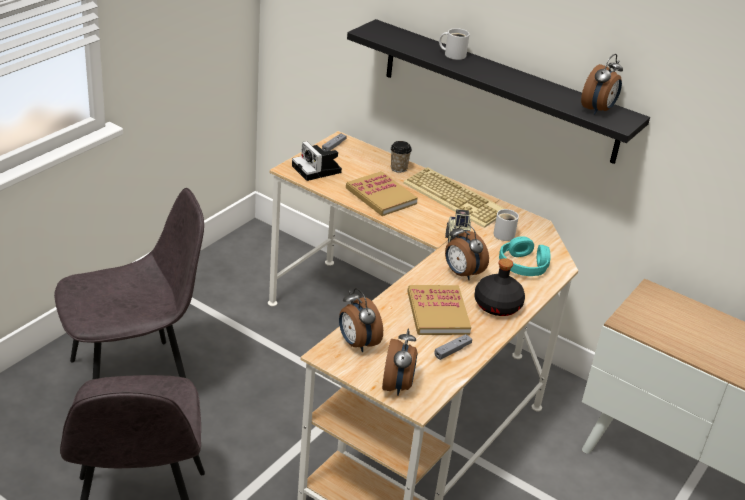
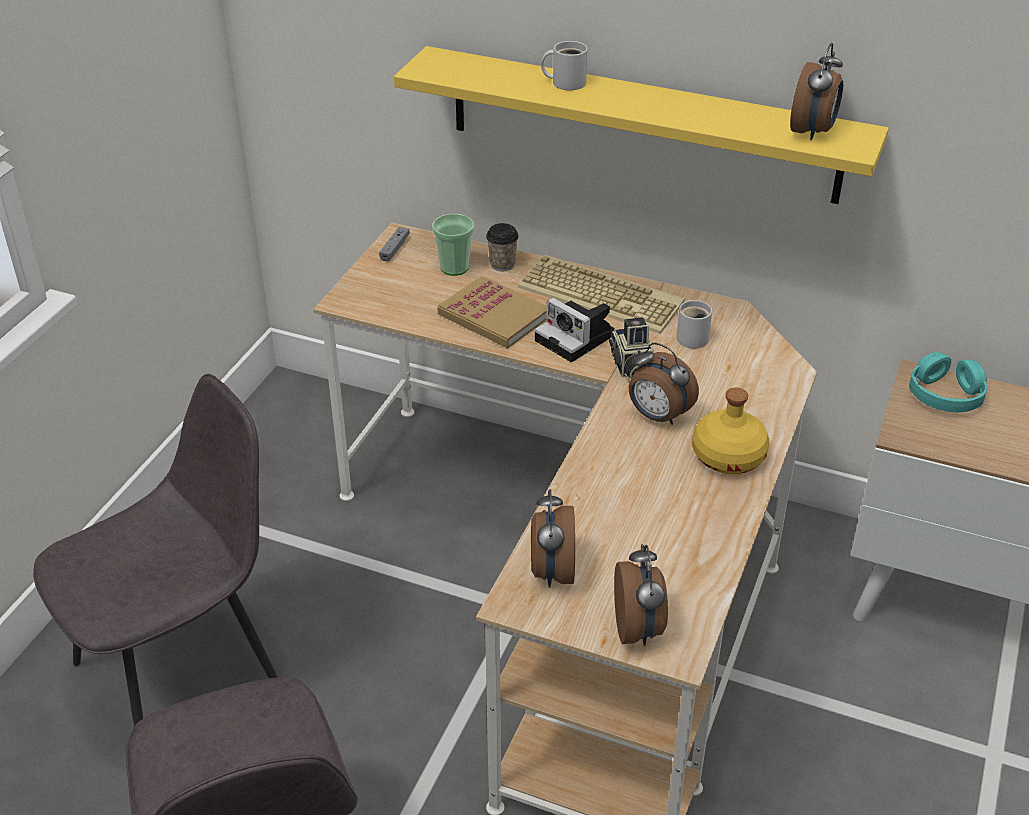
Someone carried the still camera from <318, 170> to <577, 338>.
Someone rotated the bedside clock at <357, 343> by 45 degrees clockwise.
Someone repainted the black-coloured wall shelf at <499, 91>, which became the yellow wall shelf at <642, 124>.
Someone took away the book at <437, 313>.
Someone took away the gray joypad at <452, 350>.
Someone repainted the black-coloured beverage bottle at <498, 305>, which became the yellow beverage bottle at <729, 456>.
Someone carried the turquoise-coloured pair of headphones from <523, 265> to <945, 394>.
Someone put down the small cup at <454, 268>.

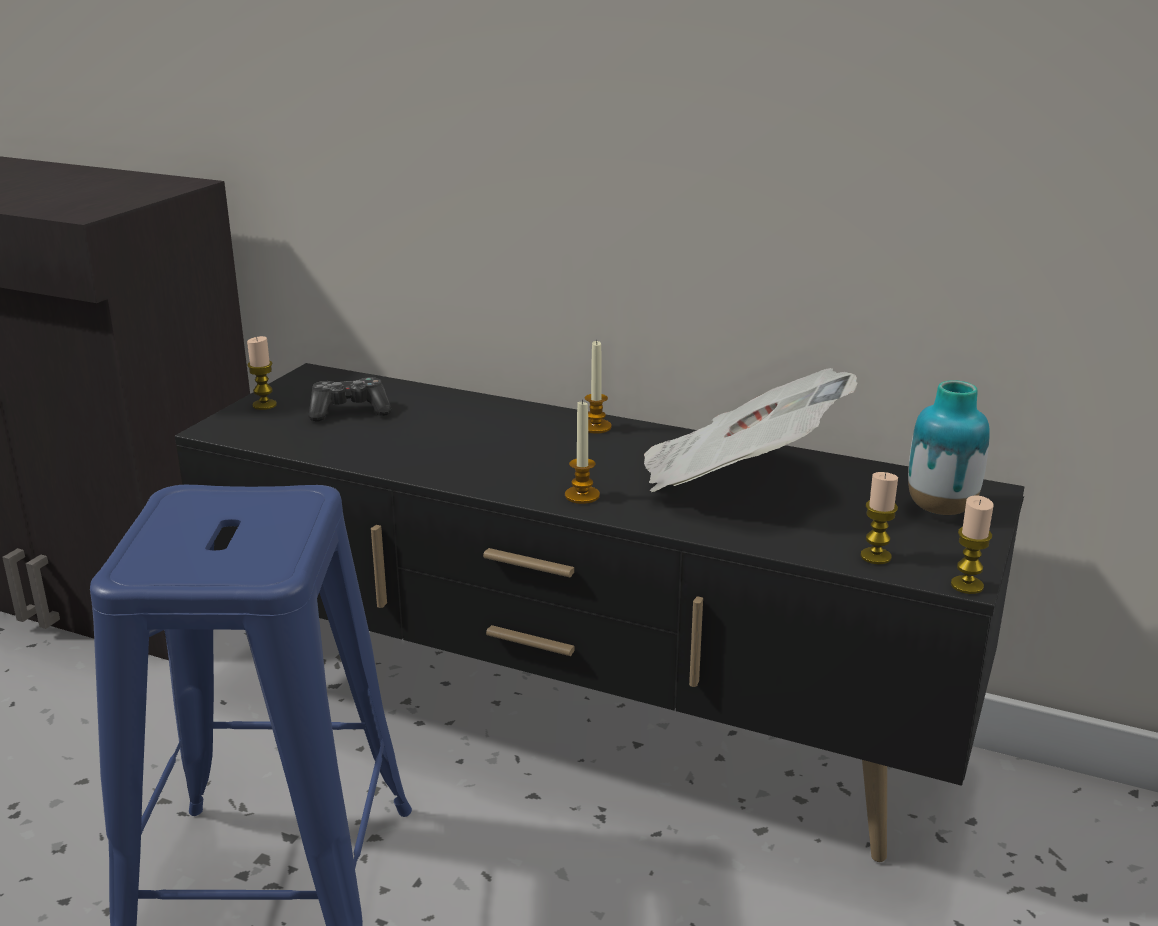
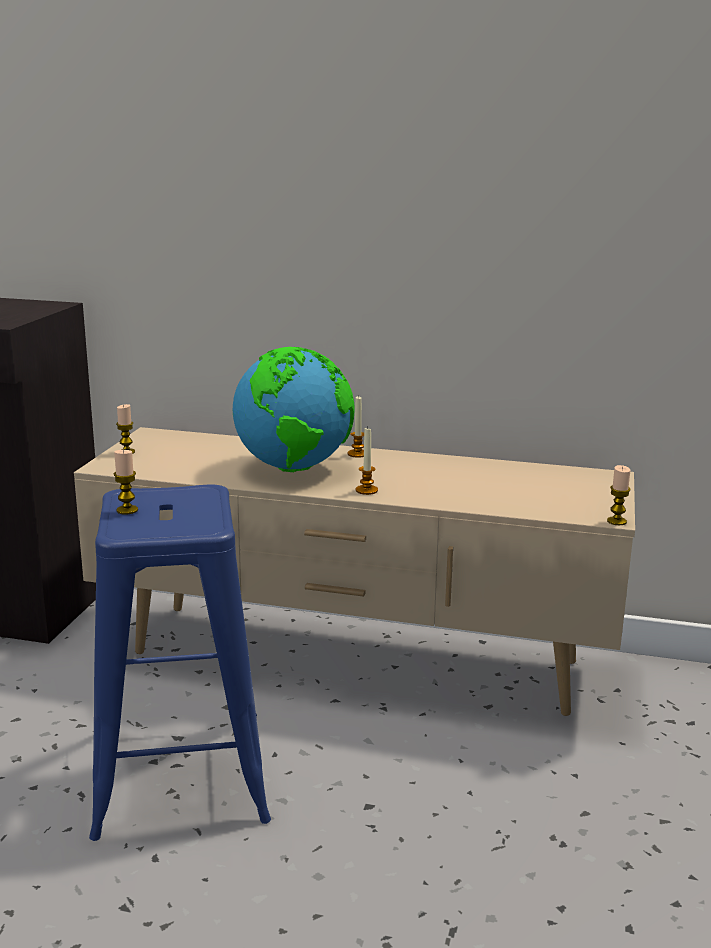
Someone repainted the black-coloured media console at <582, 727>, which became the beige media console at <355, 660>.
Someone took away the joypad at <349, 411>.
Someone took away the printed paper at <736, 480>.
Someone carried the wax light from <875, 556> to <127, 510>.
Someone took away the vase at <940, 509>.
Someone put down the globe at <294, 468>.

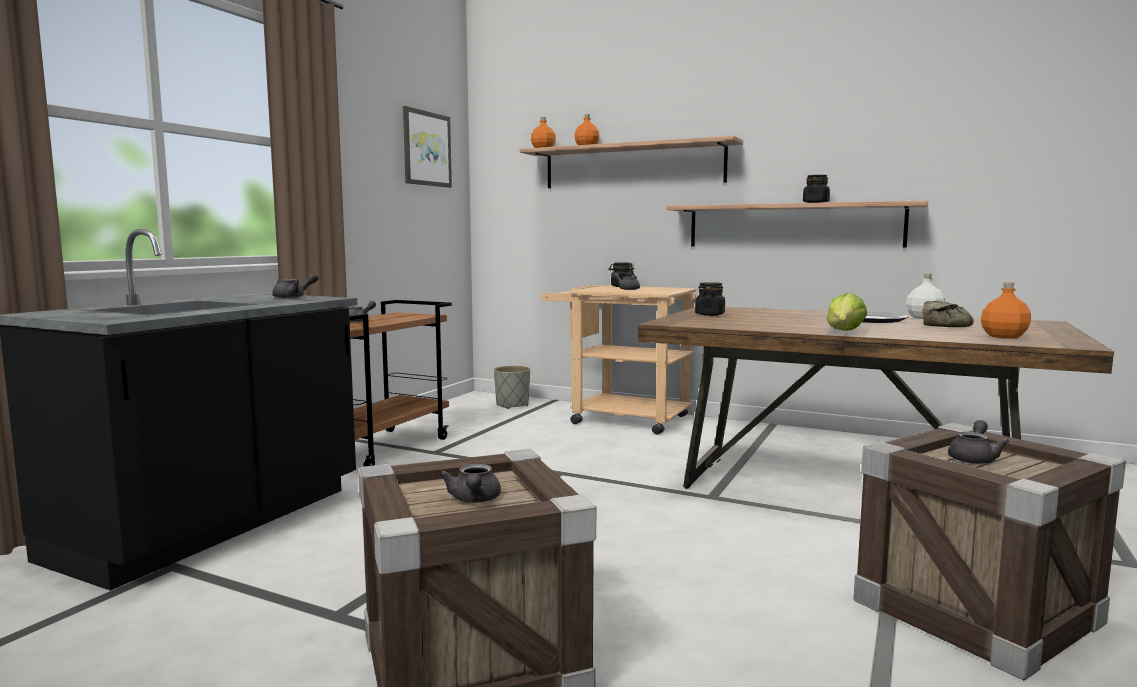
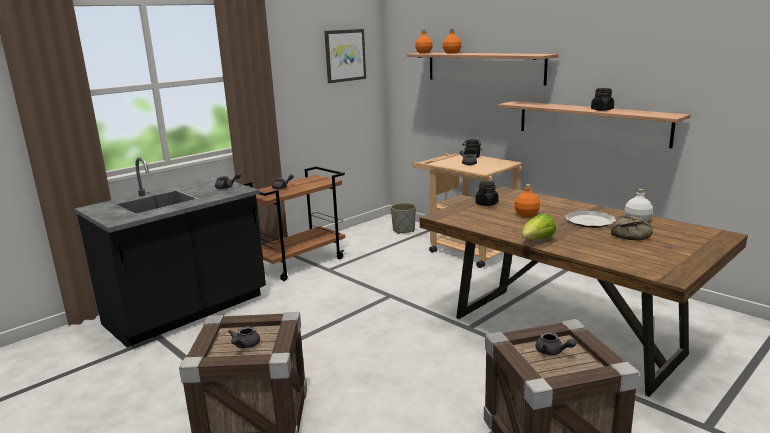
Someone rotated the gray pot for tea at <974, 458> by 75 degrees clockwise.
Someone carried the orange beverage bottle from <1003, 336> to <526, 214>.

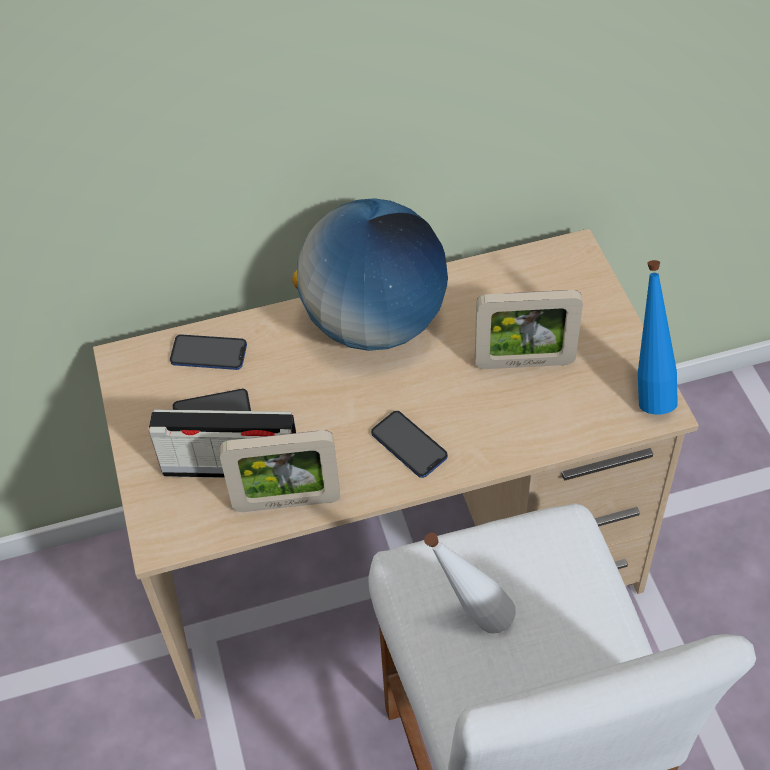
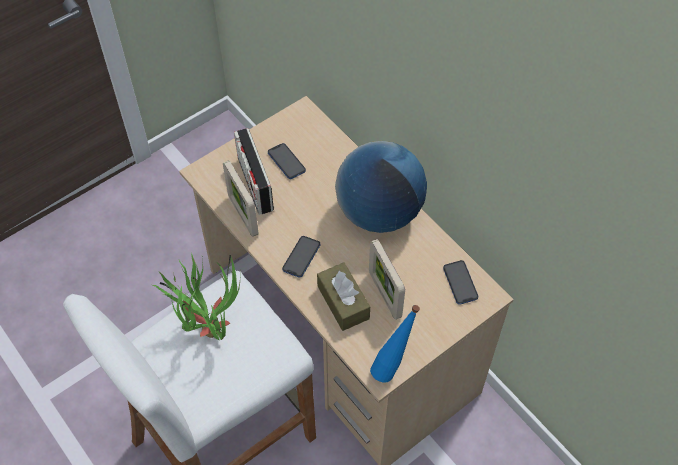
Someone carried the handset from <209, 354> to <460, 283>.
Someone swapped the white beverage bottle at <470, 620> for the plant in a pot at <207, 323>.
Someone put down the brown-coloured tissue box at <343, 302>.

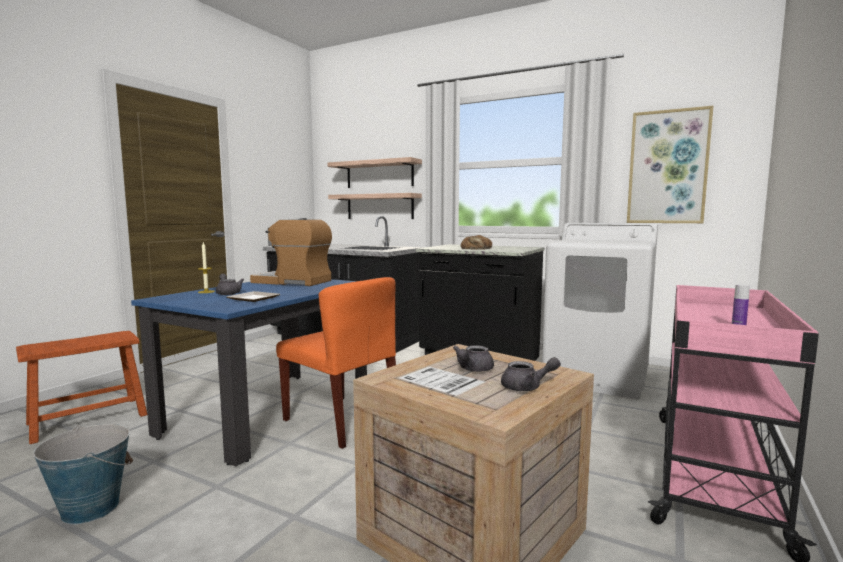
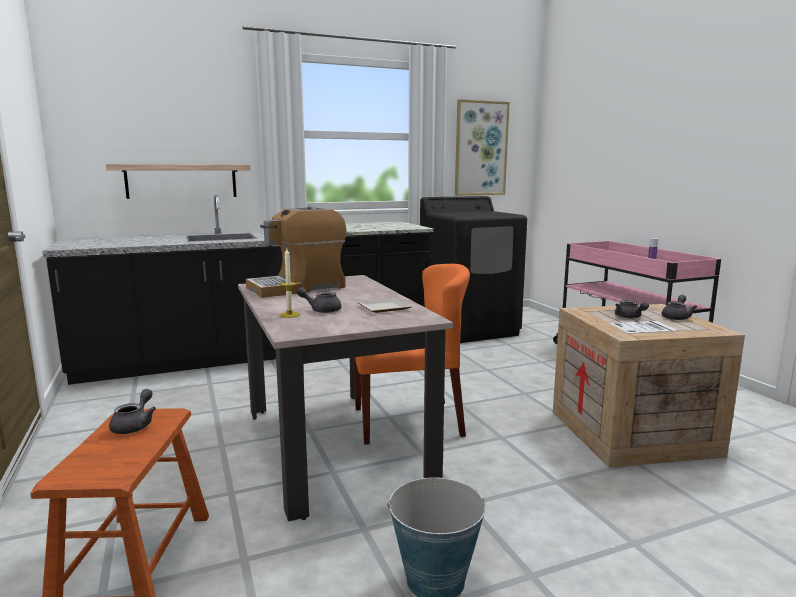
Someone repainted the blue kitchen table at <270, 412>, which became the beige kitchen table at <334, 446>.
Someone took away the wall shelf at <379, 174>.
Someone took away the bakery bread at <476, 248>.
Someone repainted the white laundry appliance at <597, 377>, which became the black-coloured laundry appliance at <469, 329>.
Someone put down the gray pot for tea at <135, 425>.

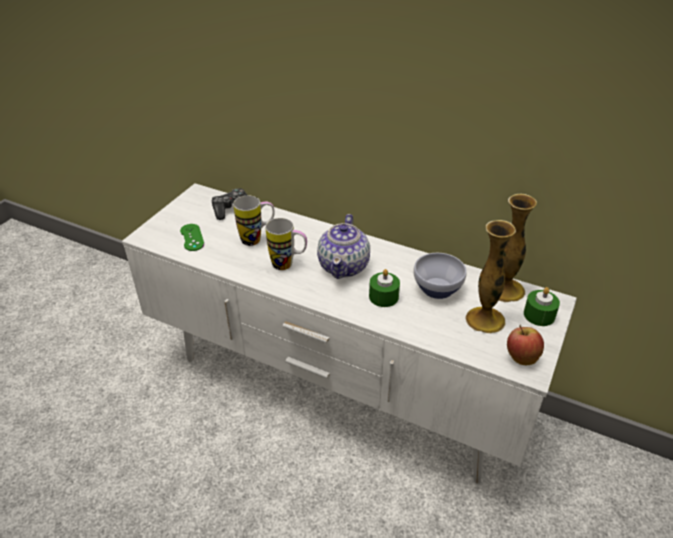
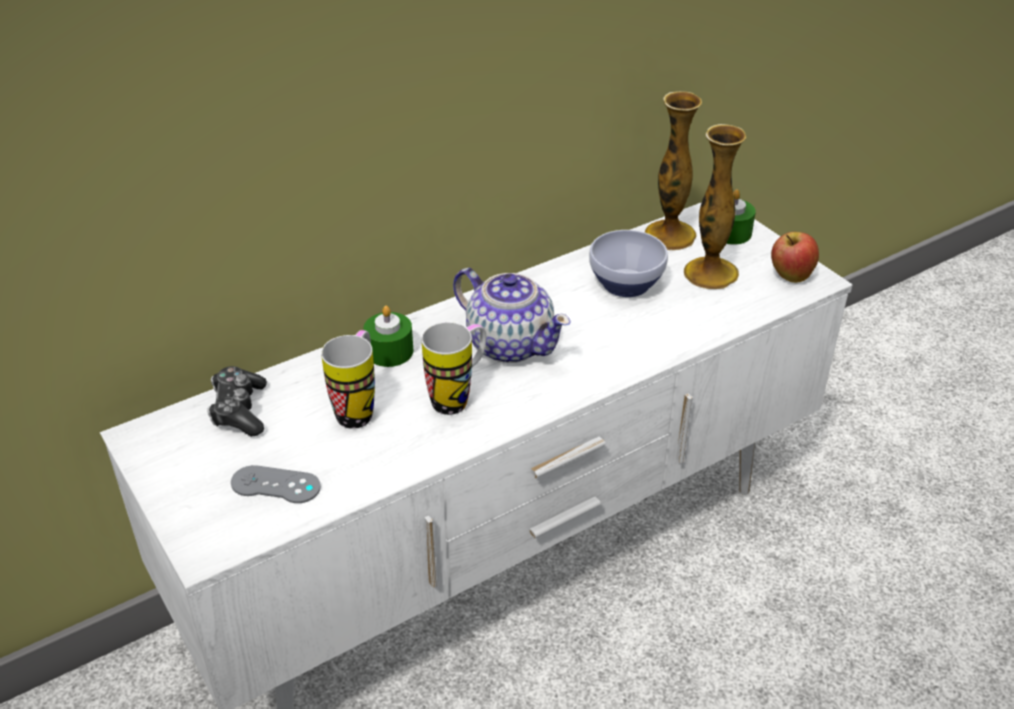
Someone repainted the green joypad at <192, 237>, which became the gray joypad at <275, 485>.
Someone carried the green wax light from <383, 296> to <389, 351>.

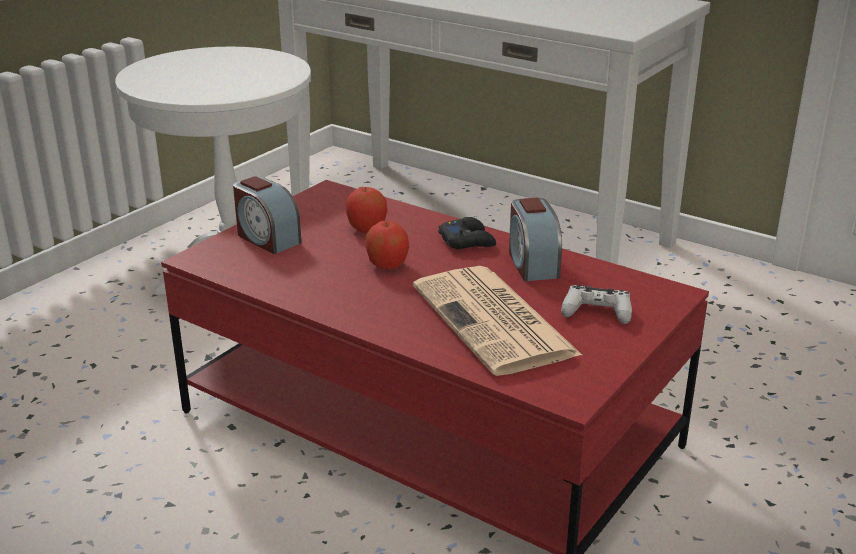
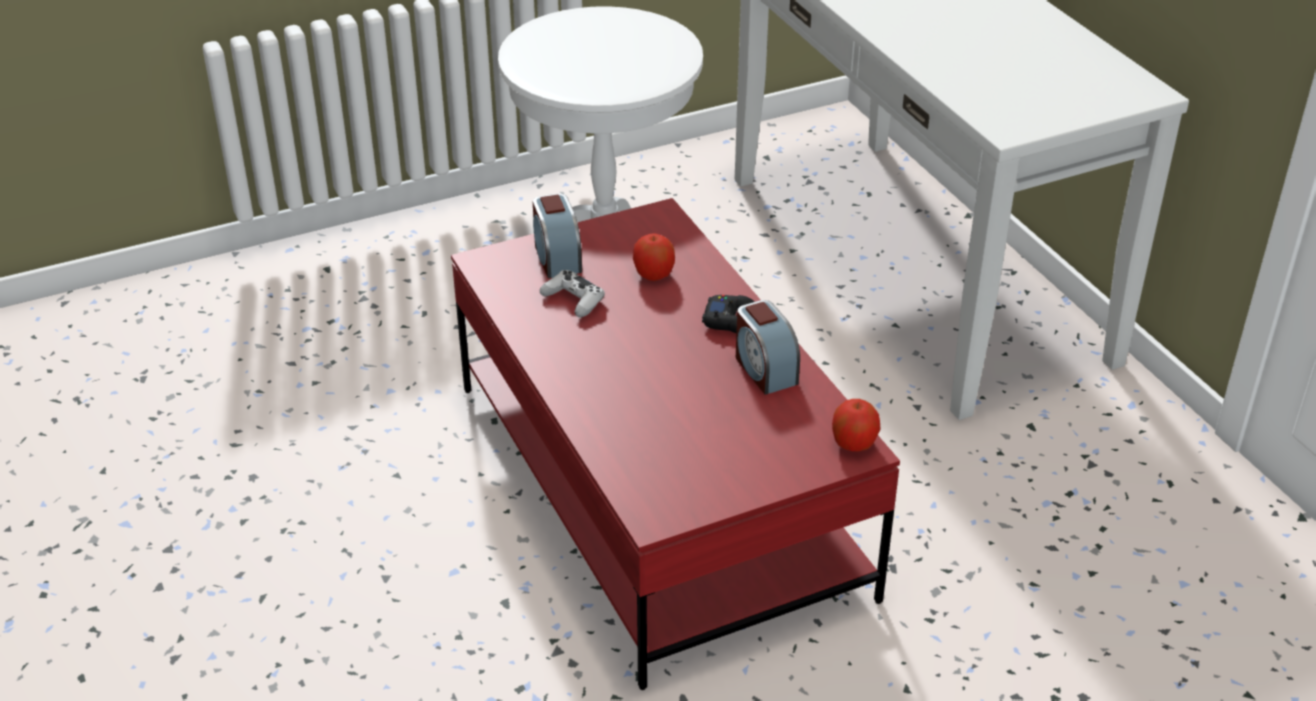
Someone carried the apple from <387, 265> to <854, 444>.
Someone took away the printed paper at <495, 321>.
Someone rotated the bedside clock at <532, 264> by 45 degrees counterclockwise.
Someone carried the white joypad from <596, 312> to <574, 300>.

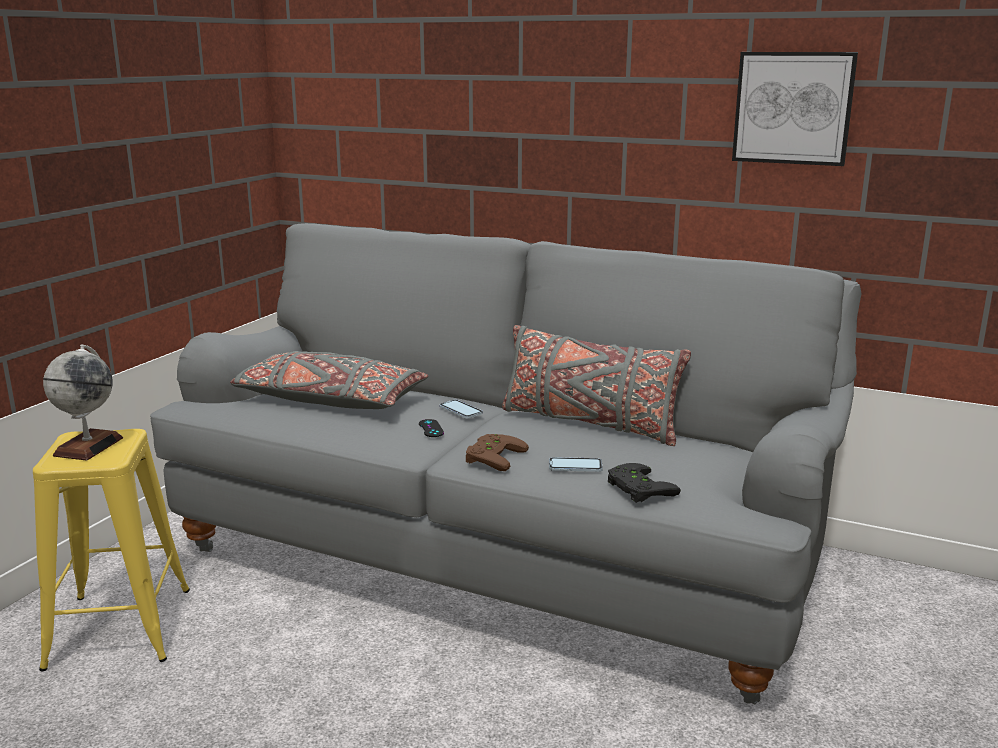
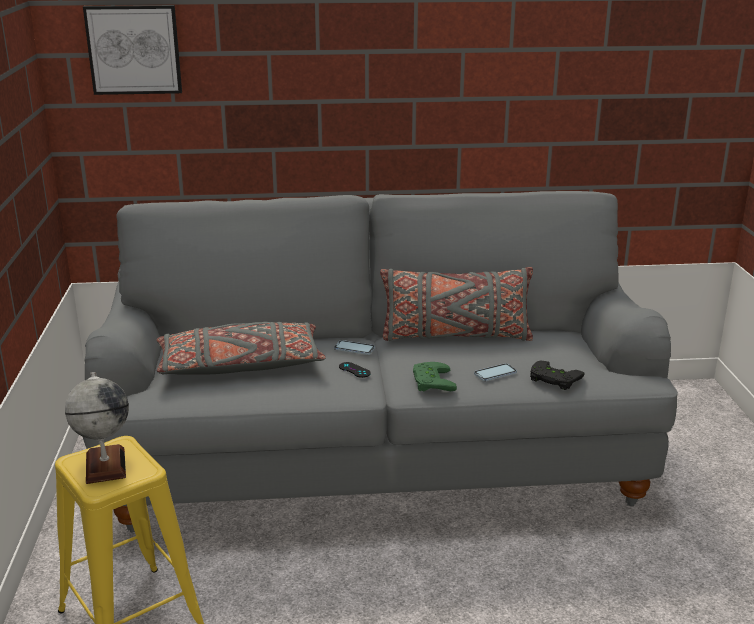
Someone repainted the brown-coloured joypad at <492, 456>, which became the green joypad at <430, 381>.
Someone carried the picture from <793, 108> to <134, 49>.

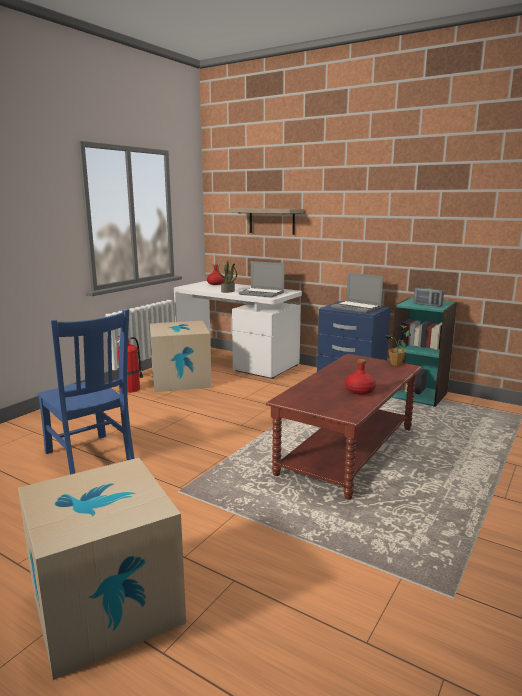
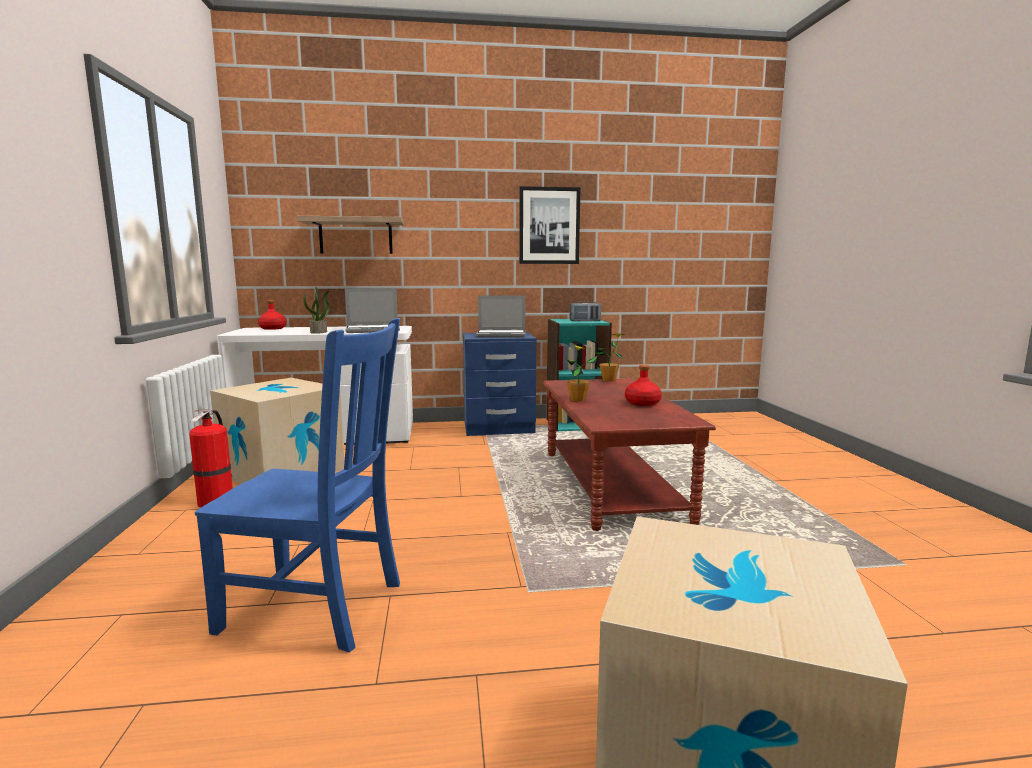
Someone put up the picture at <549, 226>.
Someone put down the plant in a pot at <577, 400>.

